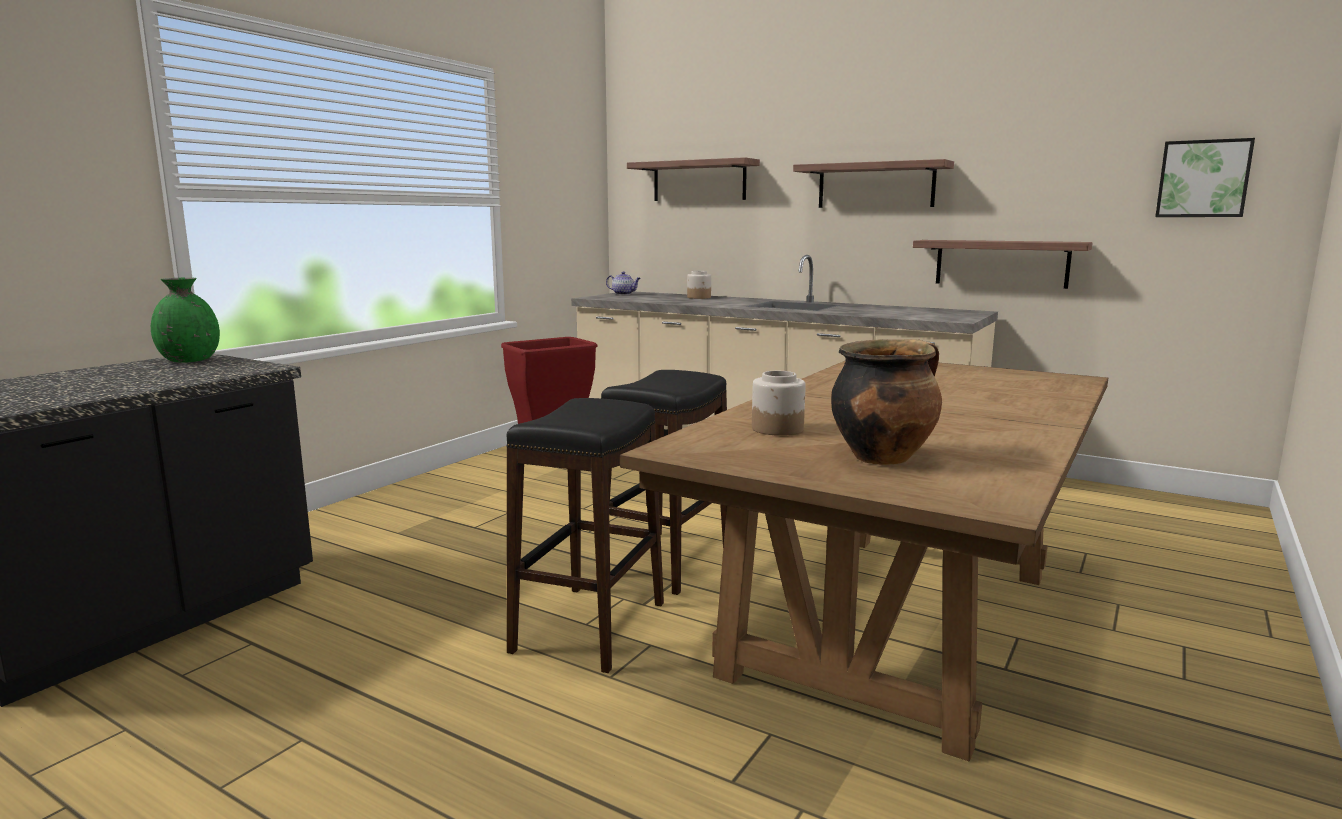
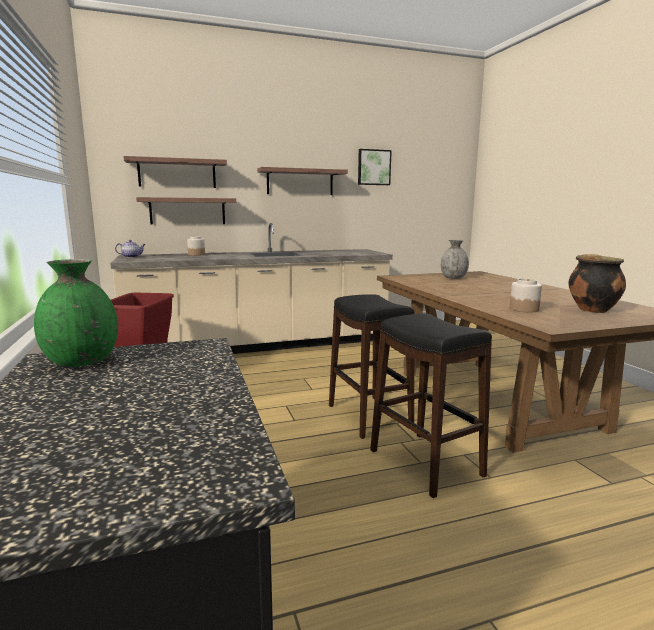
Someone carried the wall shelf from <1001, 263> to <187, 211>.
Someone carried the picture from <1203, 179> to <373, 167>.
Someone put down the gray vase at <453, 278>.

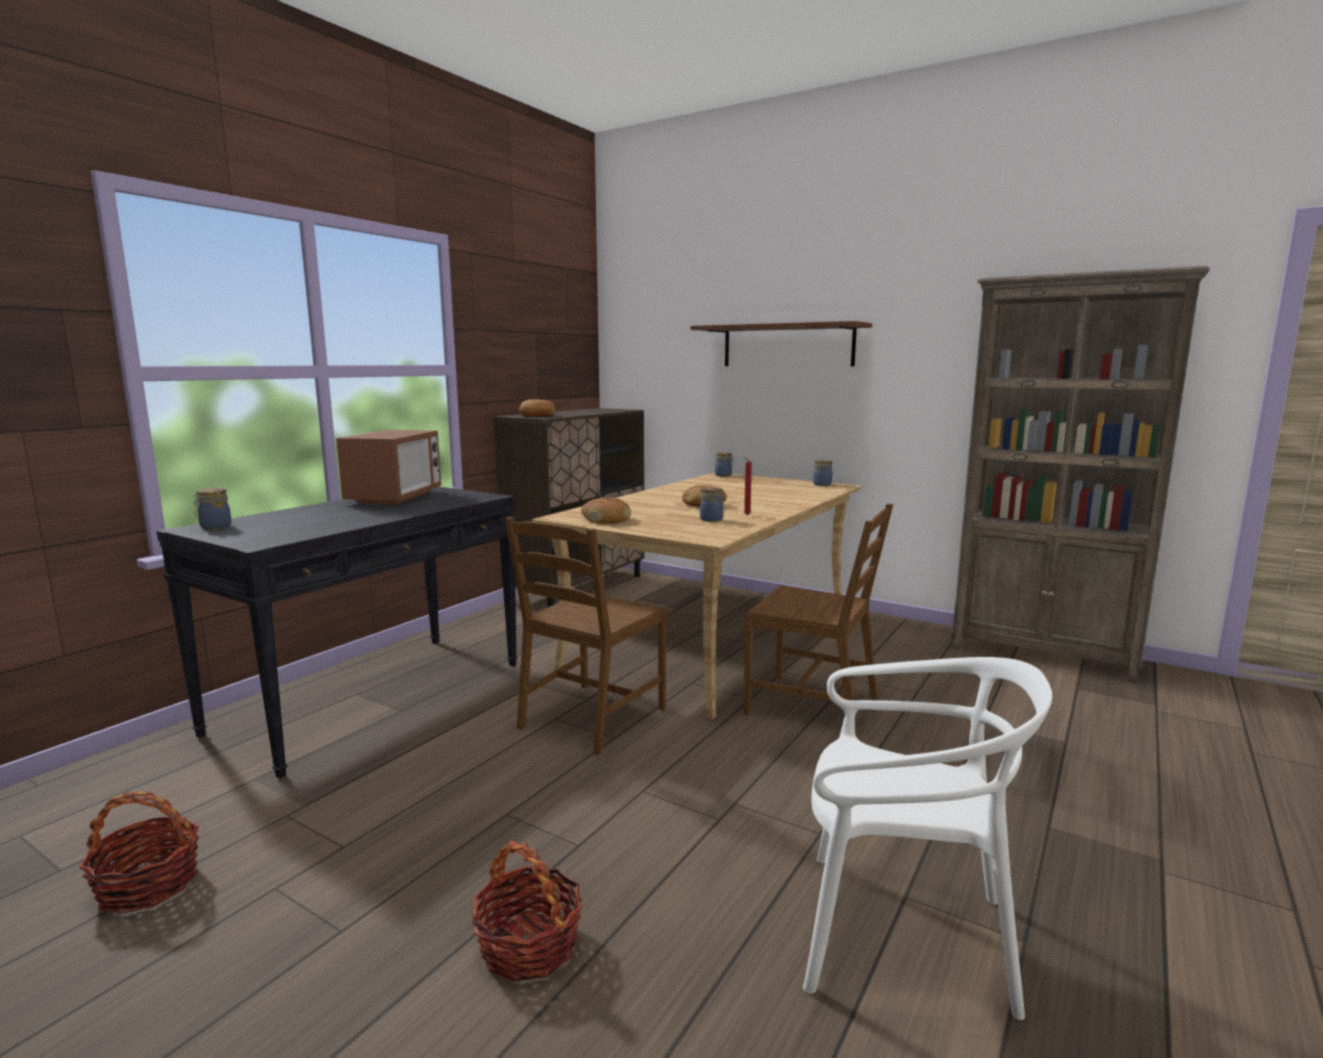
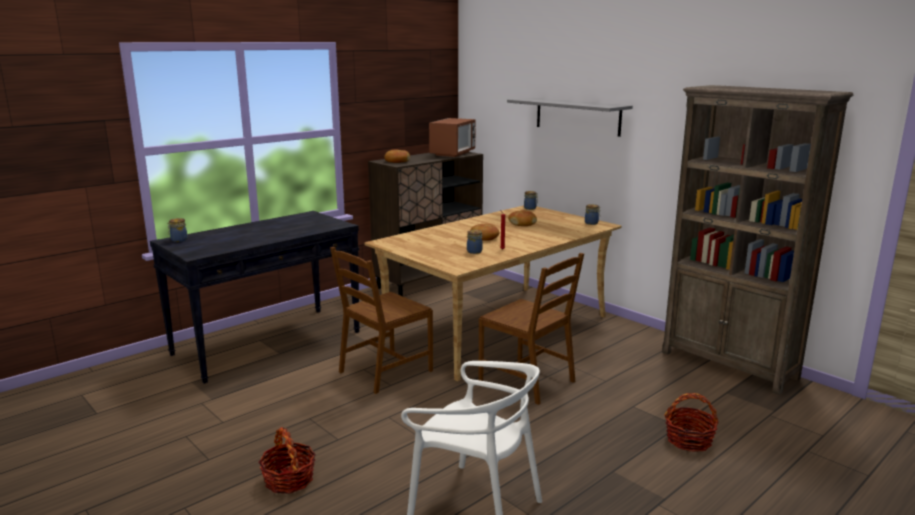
Someone carried the household basket from <148, 885> to <689, 440>.
Someone carried the kitchen microwave from <395, 498> to <453, 154>.
Someone carried the bakery bread from <606, 519> to <522, 223>.
Someone repainted the brown-coloured wall shelf at <787, 346>, which became the gray wall shelf at <577, 116>.

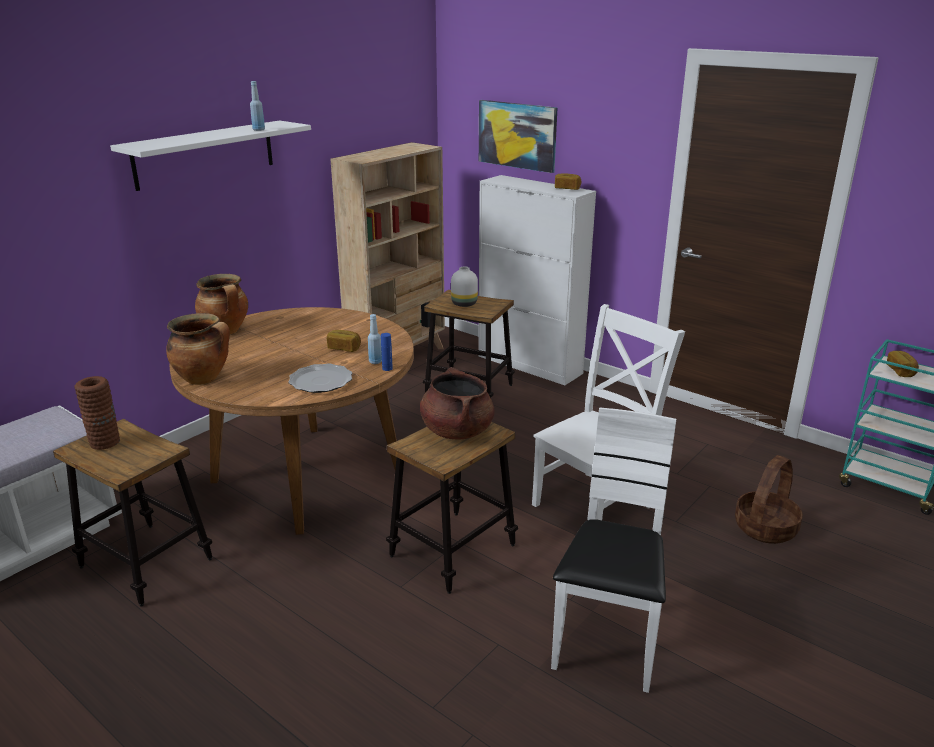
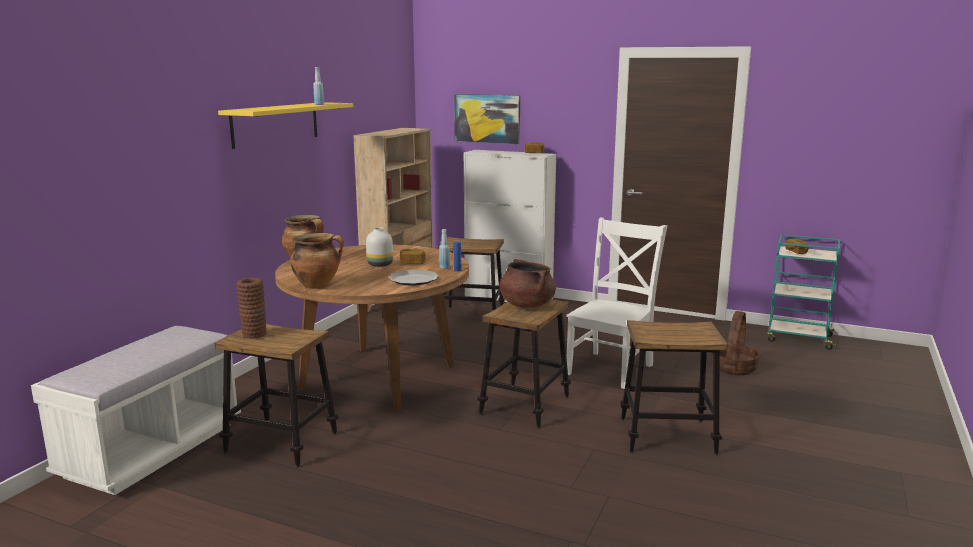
Someone repainted the white wall shelf at <205, 154>, which became the yellow wall shelf at <276, 124>.
Someone carried the white vase from <465, 304> to <380, 264>.
Someone swapped the white chair at <608, 639> for the stool at <667, 436>.

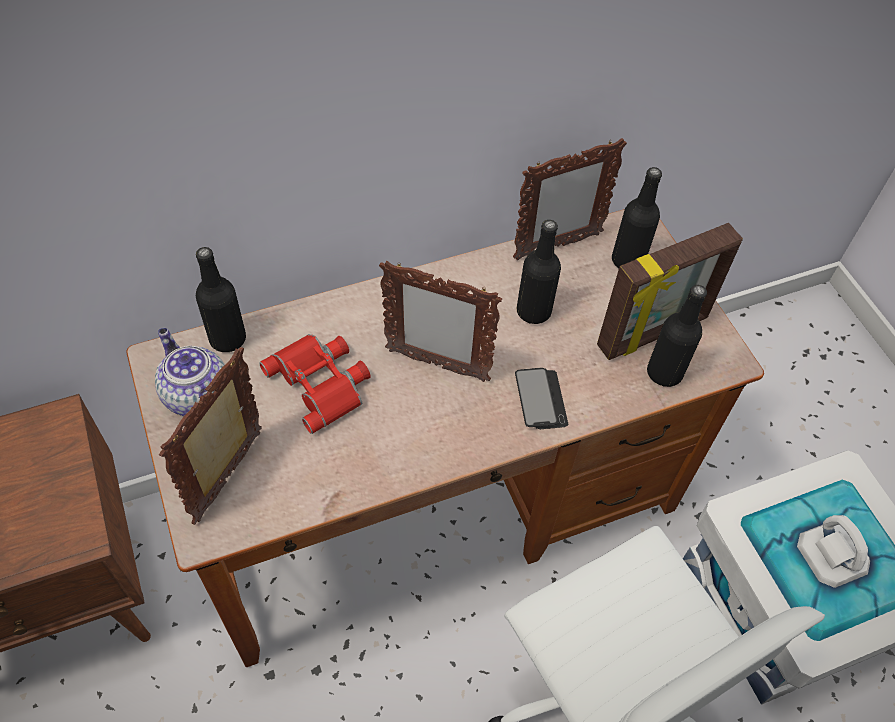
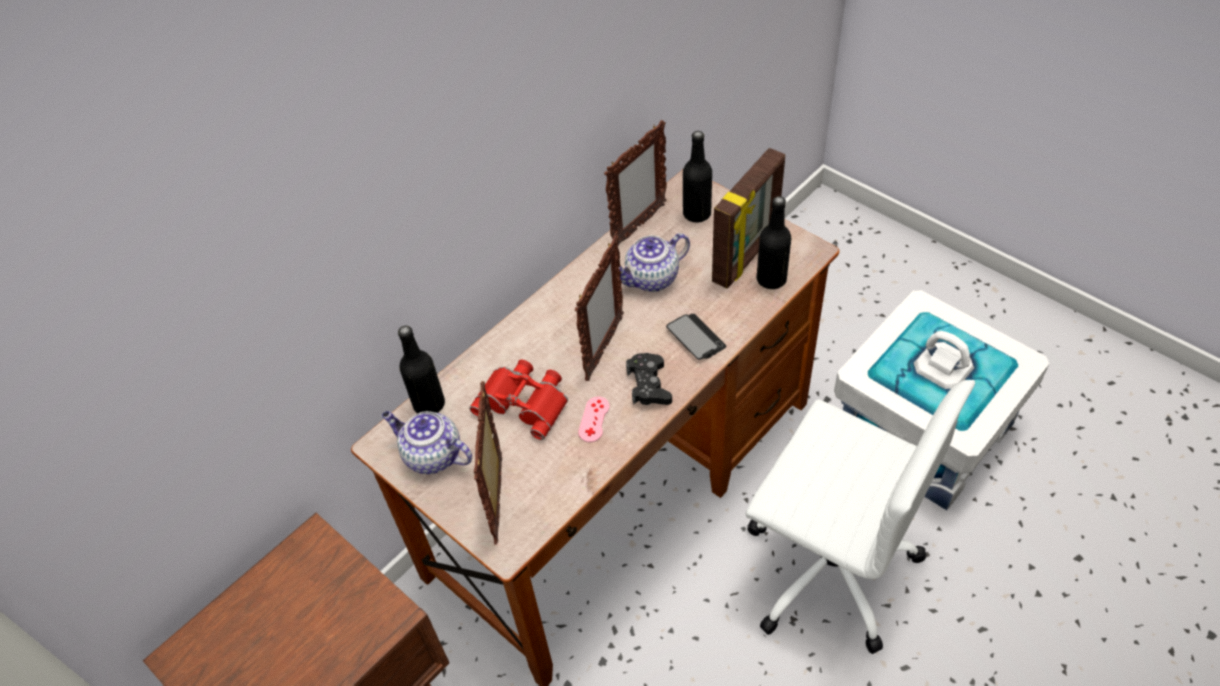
Someone rotated the picture frame at <436, 365> by 60 degrees counterclockwise.
Someone swapped the black-coloured beverage bottle at <533, 311> for the pot for tea at <651, 279>.
Someone put down the pink joypad at <594, 419>.
Someone put down the black-coloured joypad at <649, 385>.

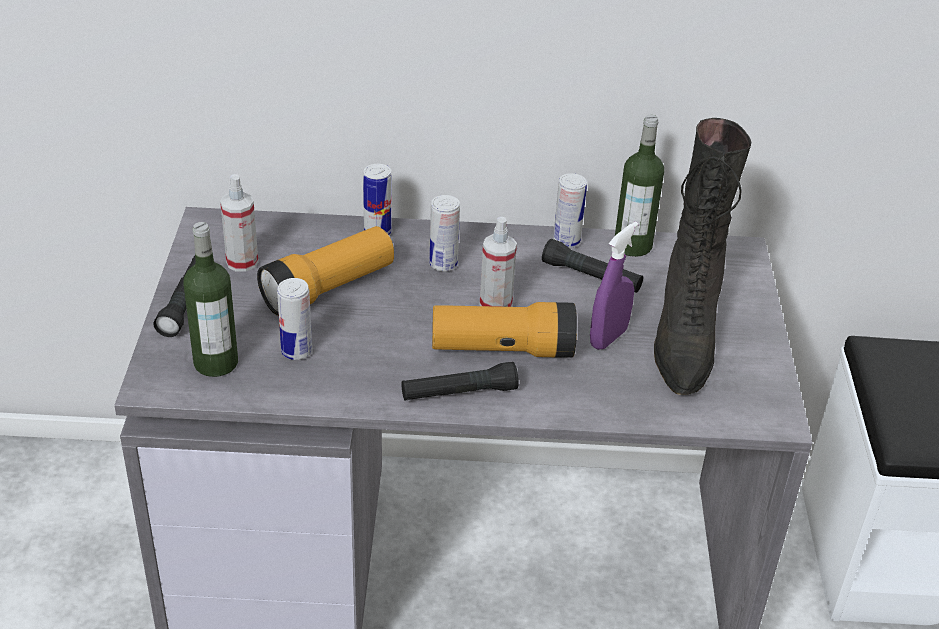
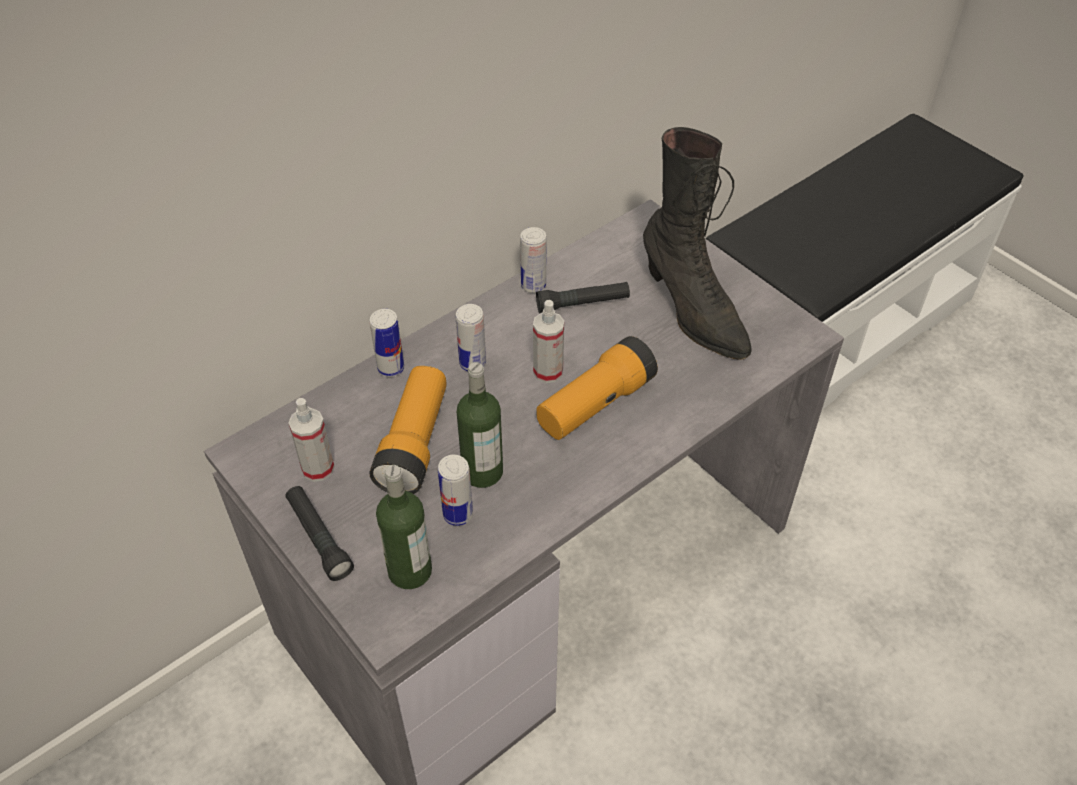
Someone took away the black-coloured torch at <459, 393>.
Someone took away the purple sprayer at <608, 338>.
Someone carried the beverage bottle from <632, 245> to <482, 472>.

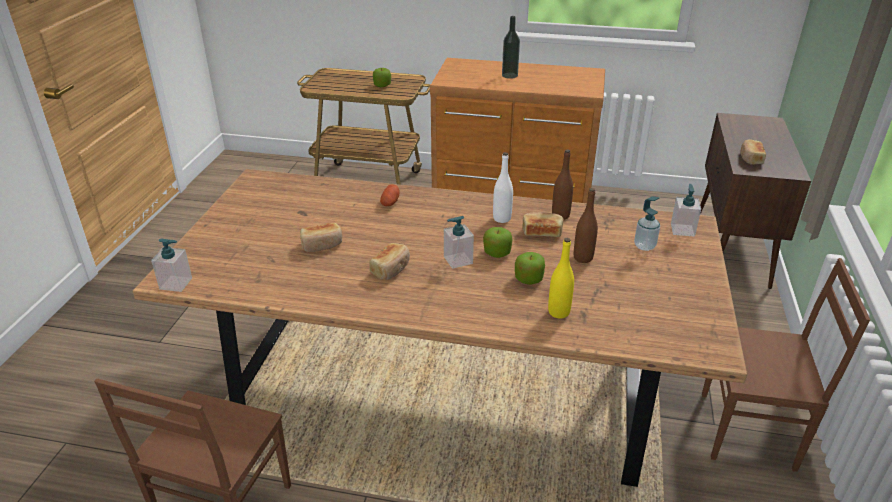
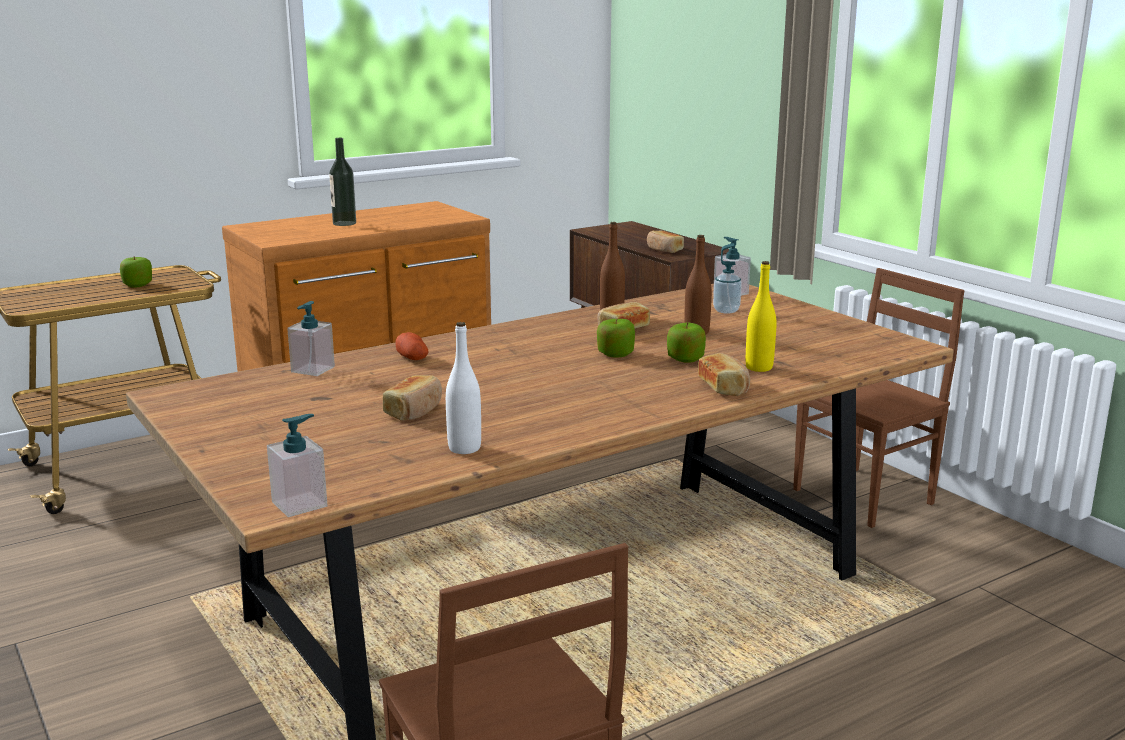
Someone carried the bakery bread from <391, 269> to <724, 387>.
Someone carried the soap dispenser from <458, 260> to <312, 369>.
Someone carried the white beverage bottle from <502, 218> to <464, 448>.

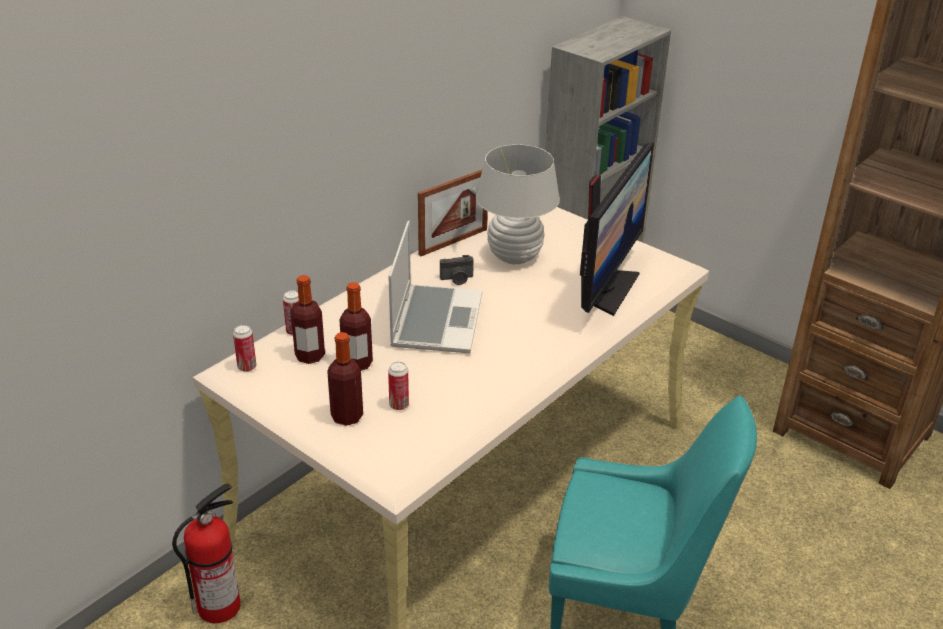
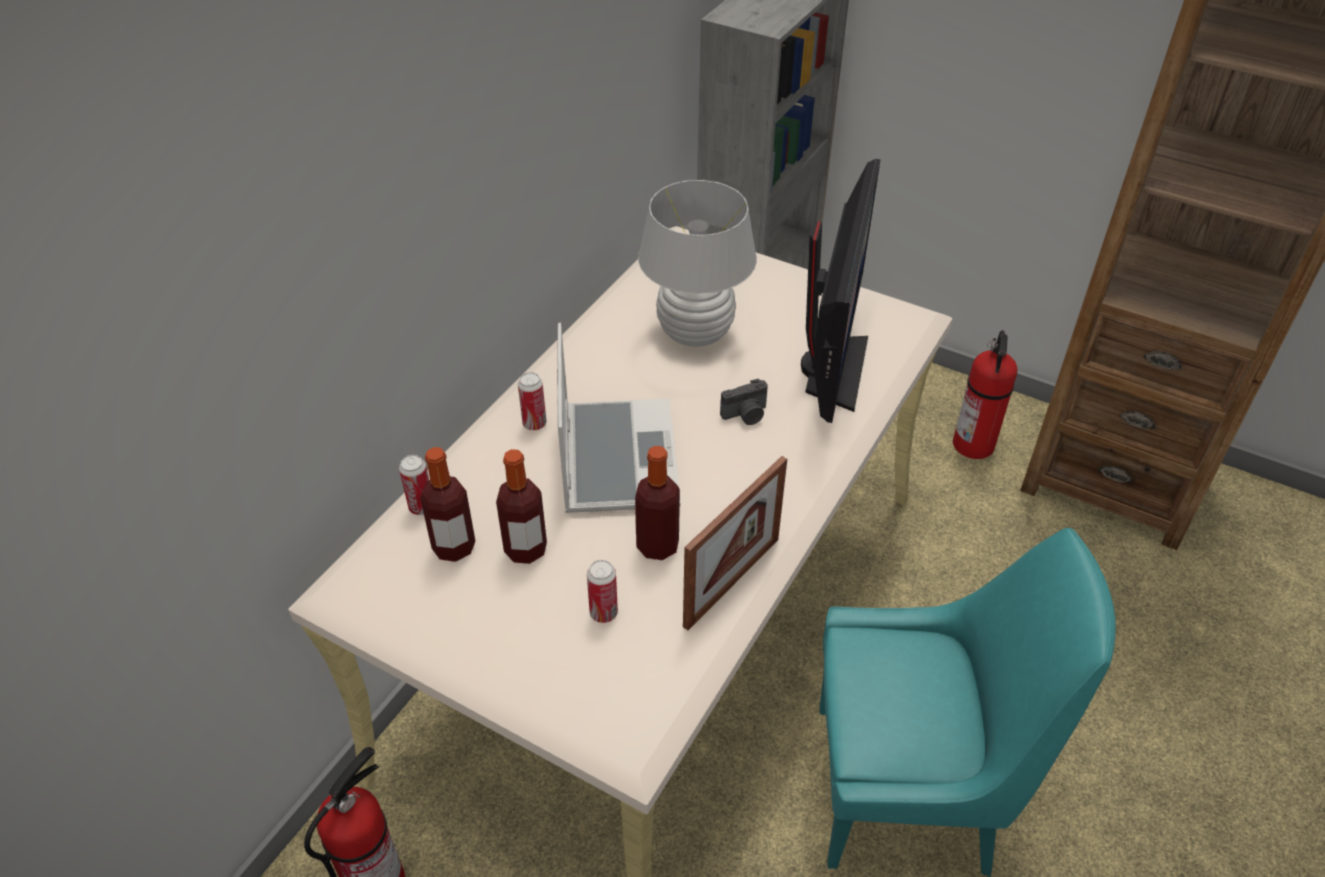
Someone carried the metal can from <247, 367> to <534, 424>.
Someone carried the beverage bottle from <347, 416> to <657, 545>.
Someone carried the picture frame from <453, 242> to <732, 582>.
Someone carried the still camera from <457, 279> to <746, 415>.
Someone put down the fire extinguisher at <974, 445>.

